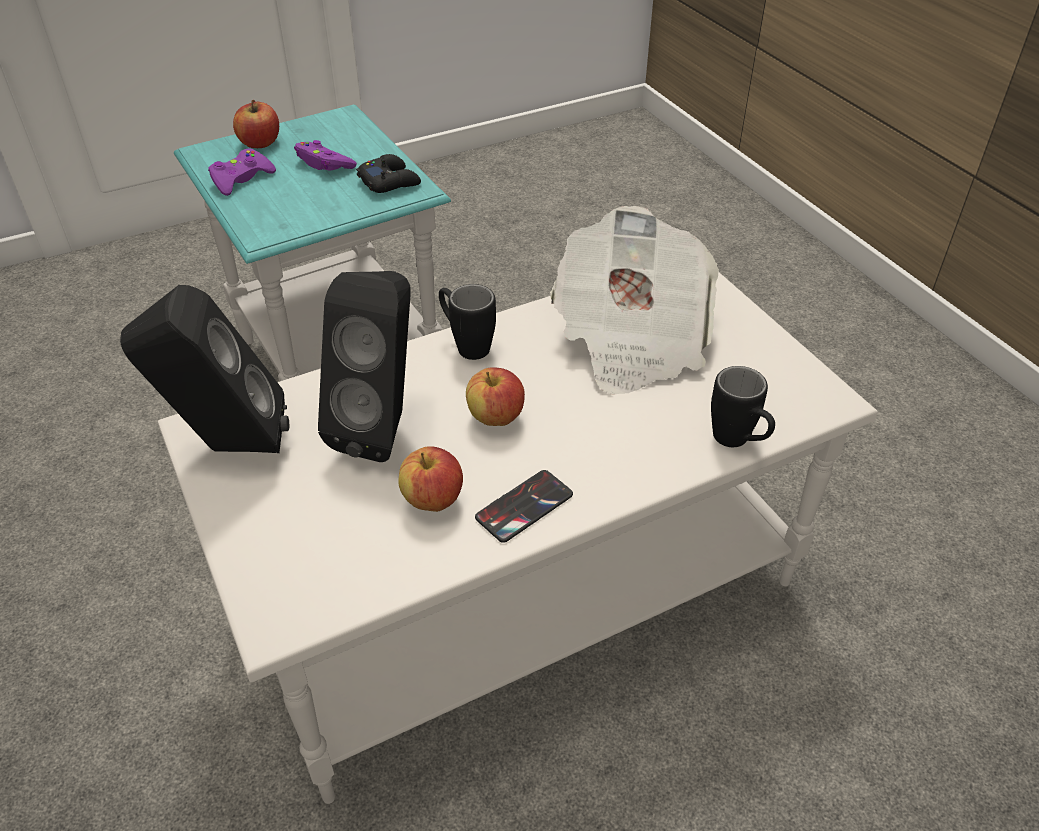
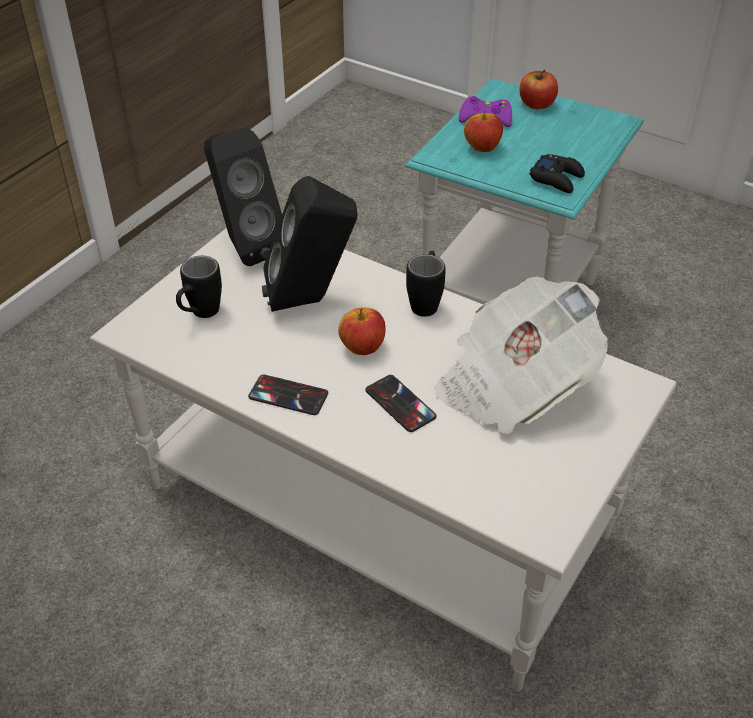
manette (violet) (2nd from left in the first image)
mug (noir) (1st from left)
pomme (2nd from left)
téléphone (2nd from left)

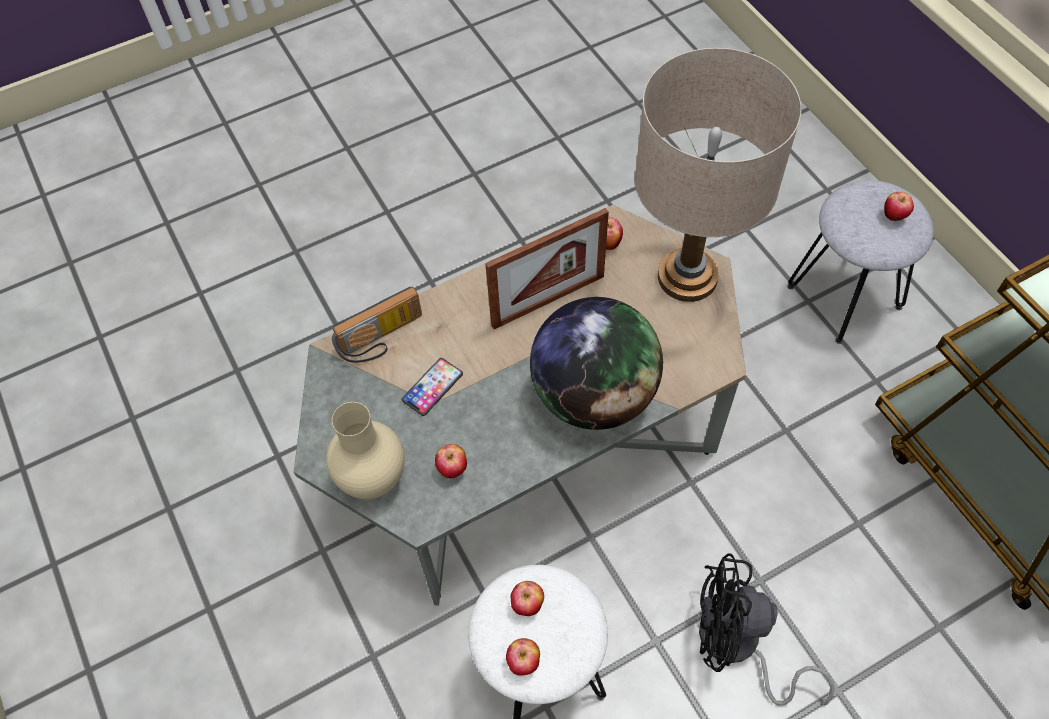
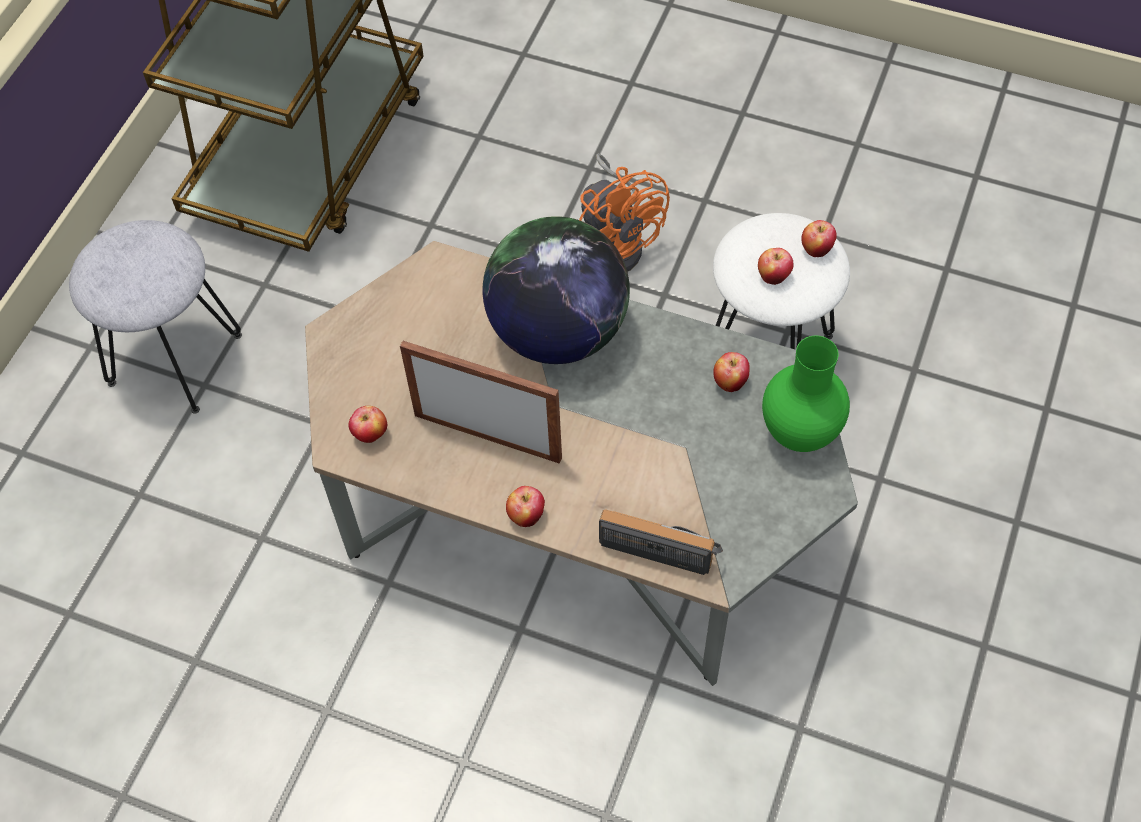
lampe de table (beige)
pomme (2nd from left)
téléphone
vase (vert)
ventilateur (orange)

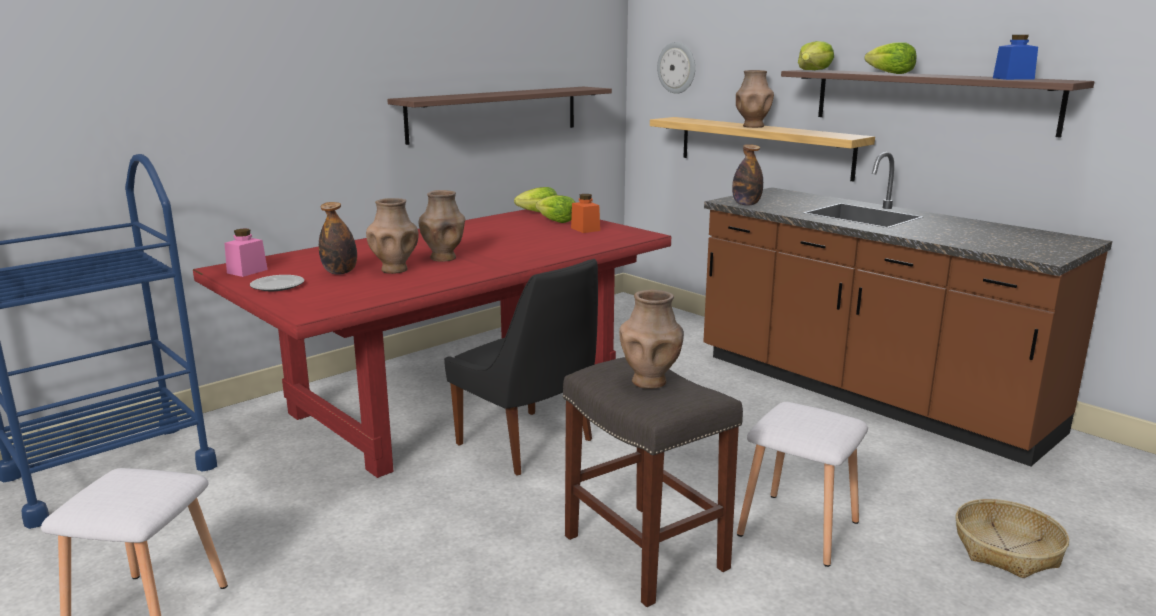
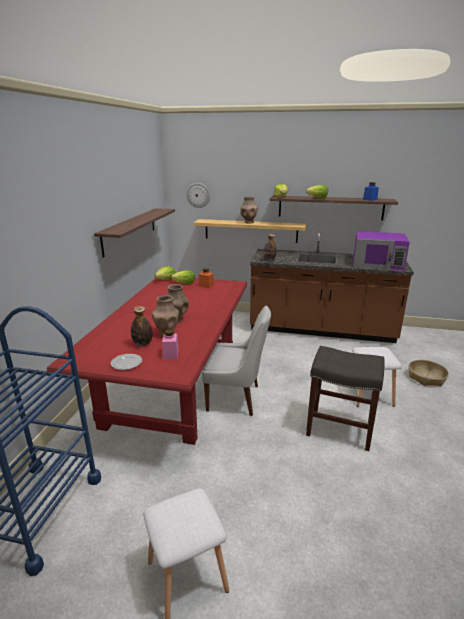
bocal (rose)
chaise (blanc)
vase (marron) (3rd from left in the first image)
micro-ondes (violet)

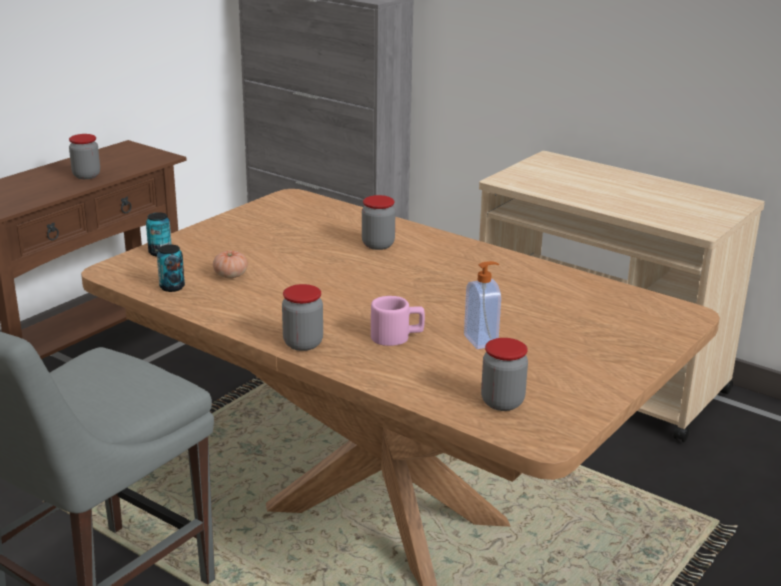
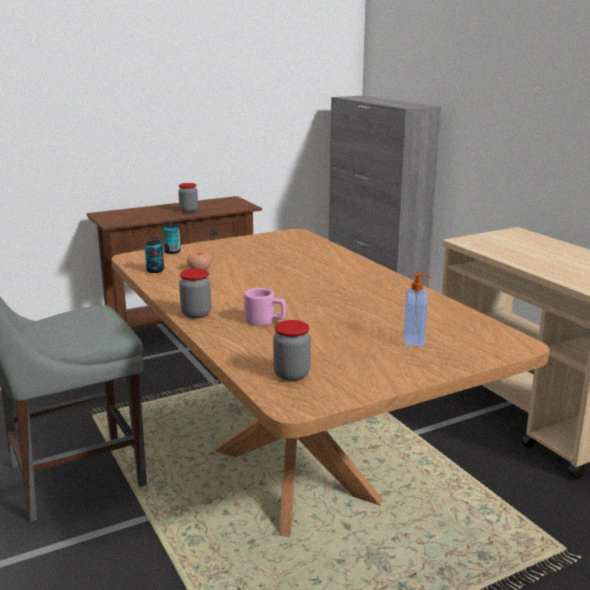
bocal (3rd from left in the first image)
distributeur de savon

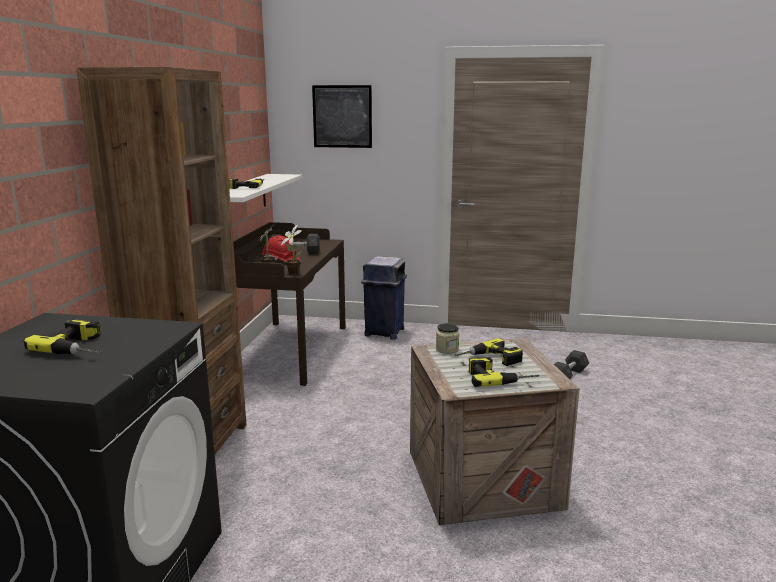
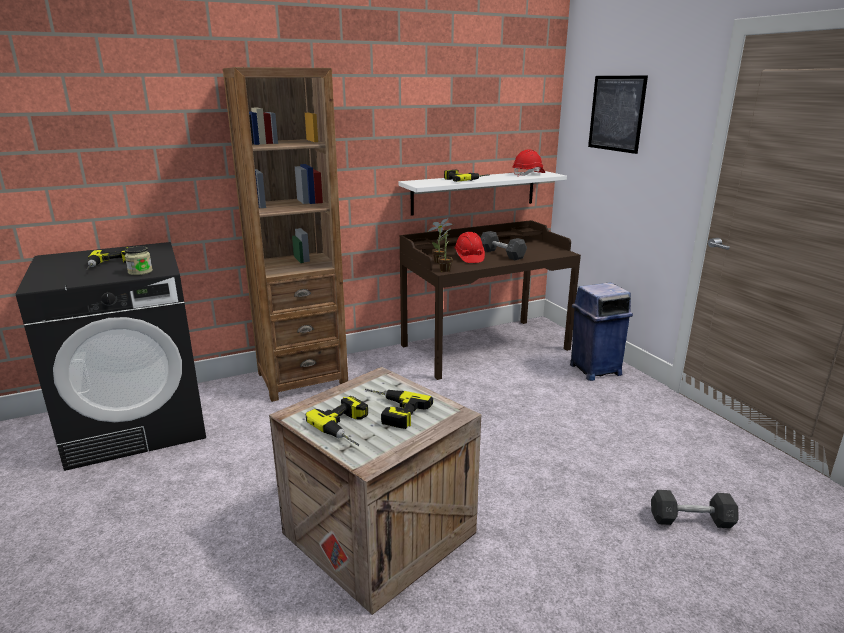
bocal
casque de chantier (rouge) (2nd from left)

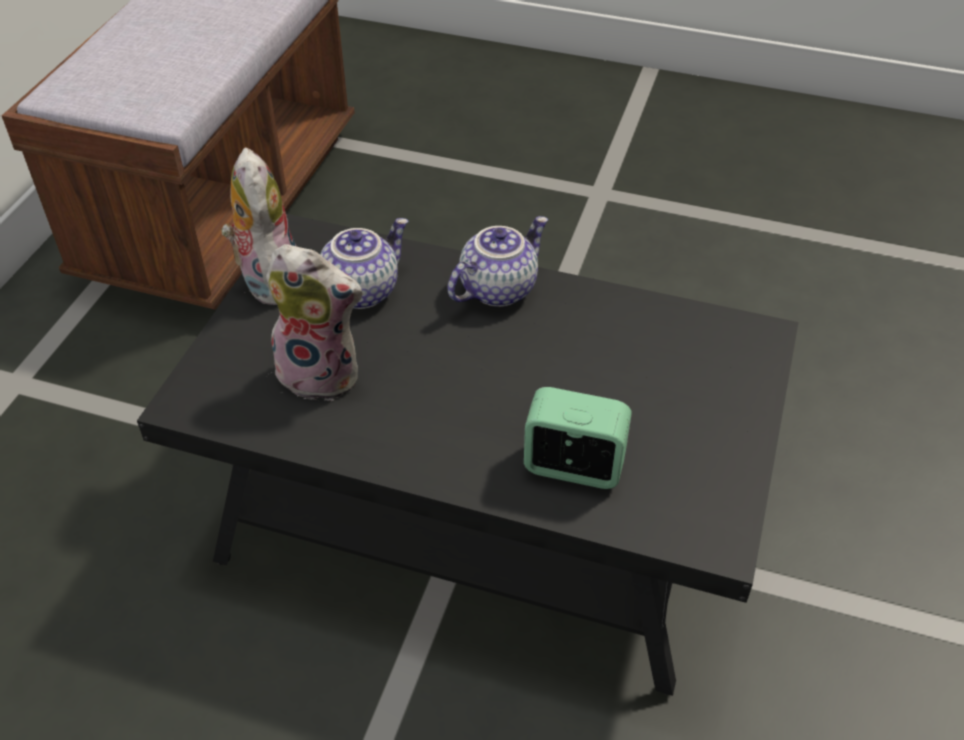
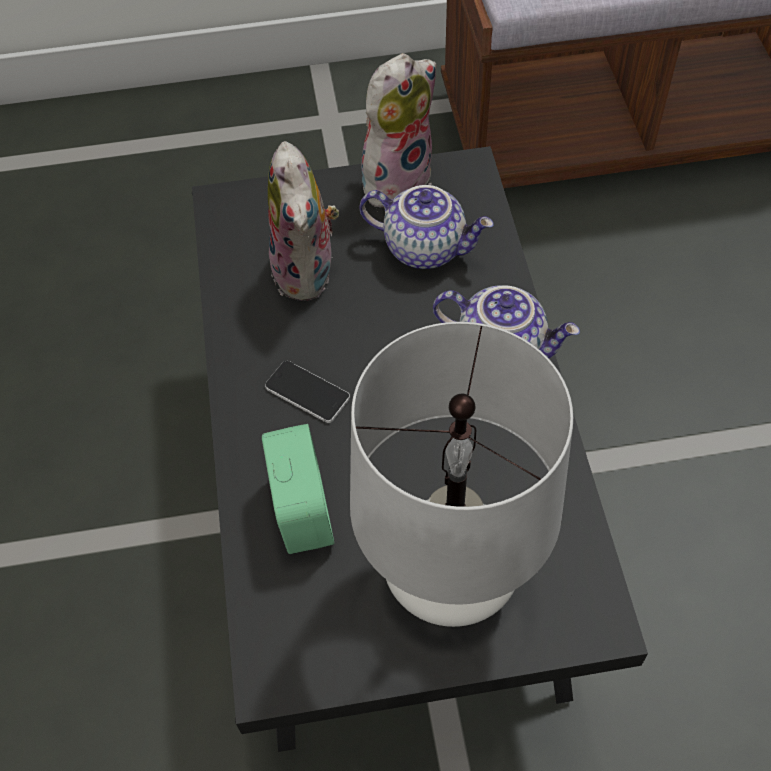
lampe de table (blanc)
téléphone

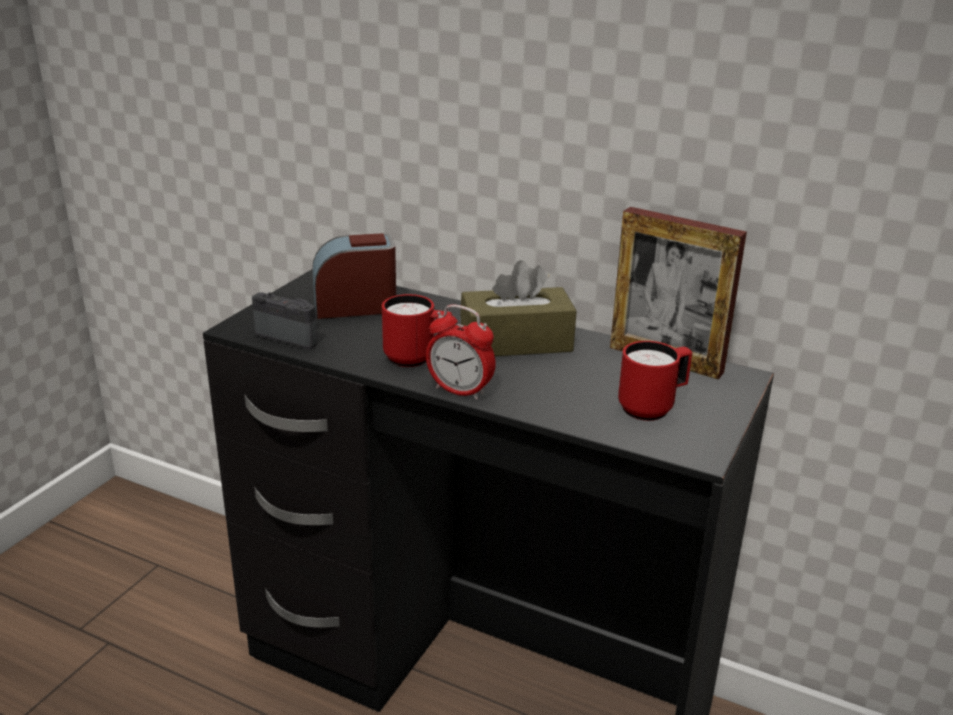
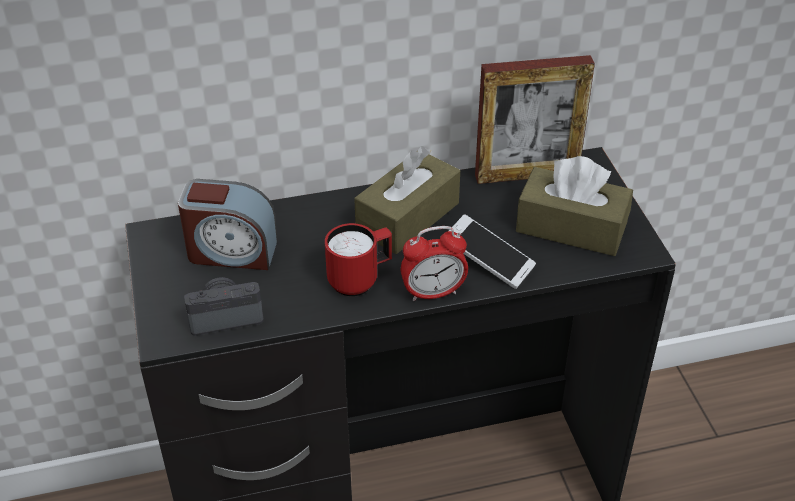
réveil (1st from left)
boîte à mouchoirs (marron) (2nd from left)
téléphone

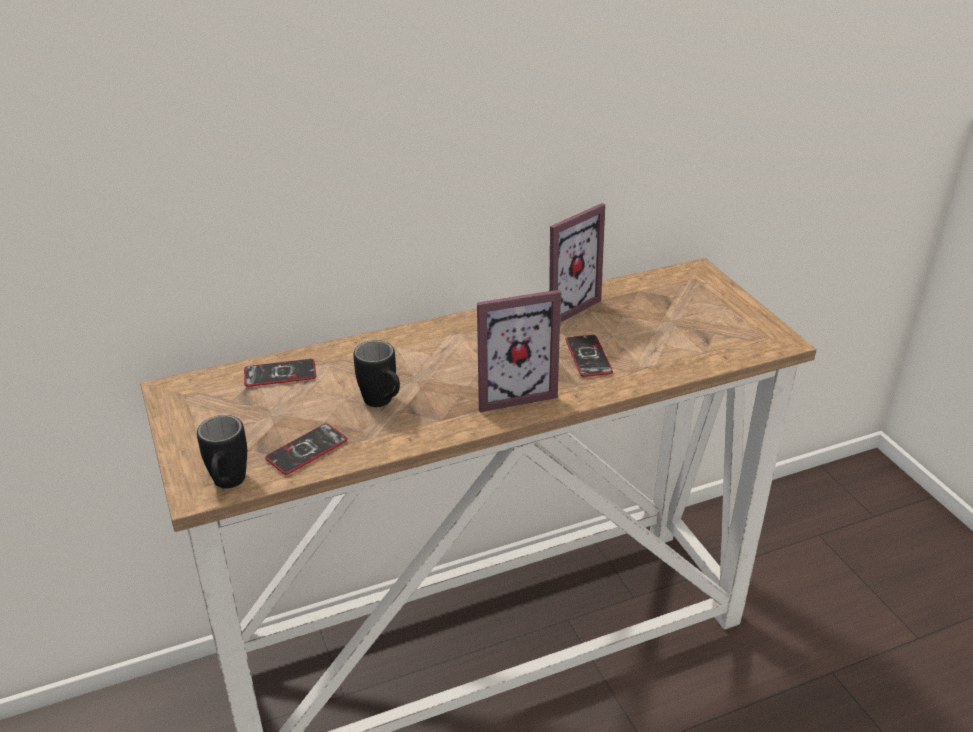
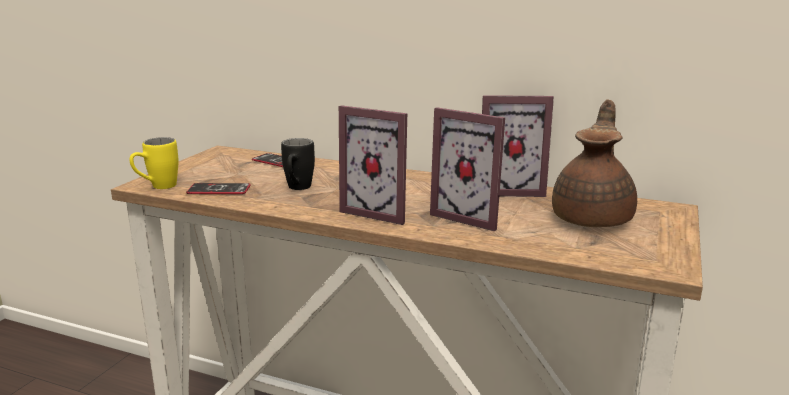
cadre photo (2nd from left)
mug (jaune)
théière (marron)

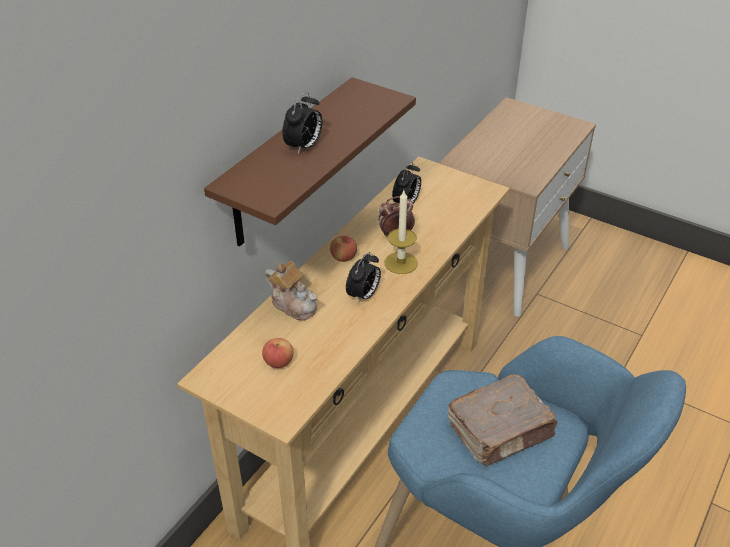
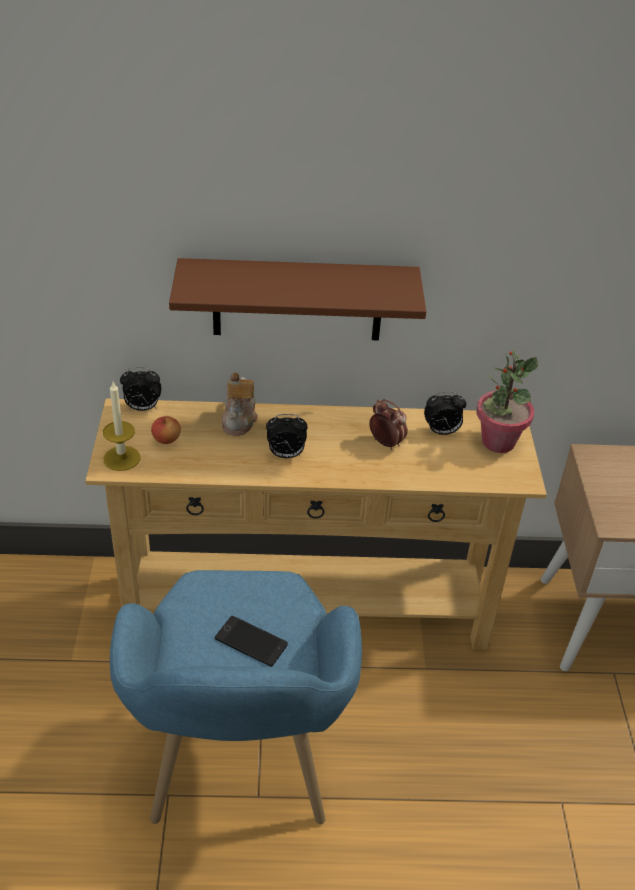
réveil (1st from left)
bougie
pomme (2nd from left in the first image)
téléphone
plante en pot

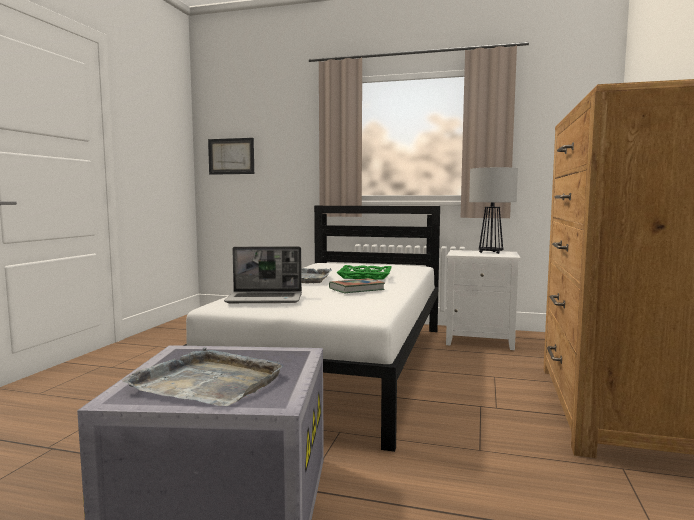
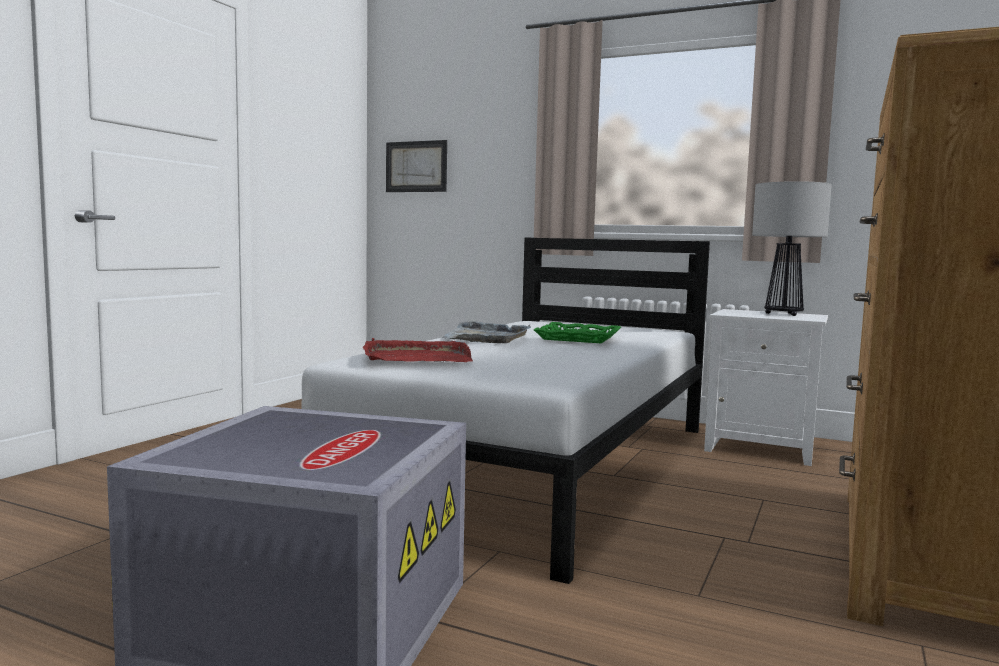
plateau (rouge)
livre
plateau (gris) (1st from left in the first image)

